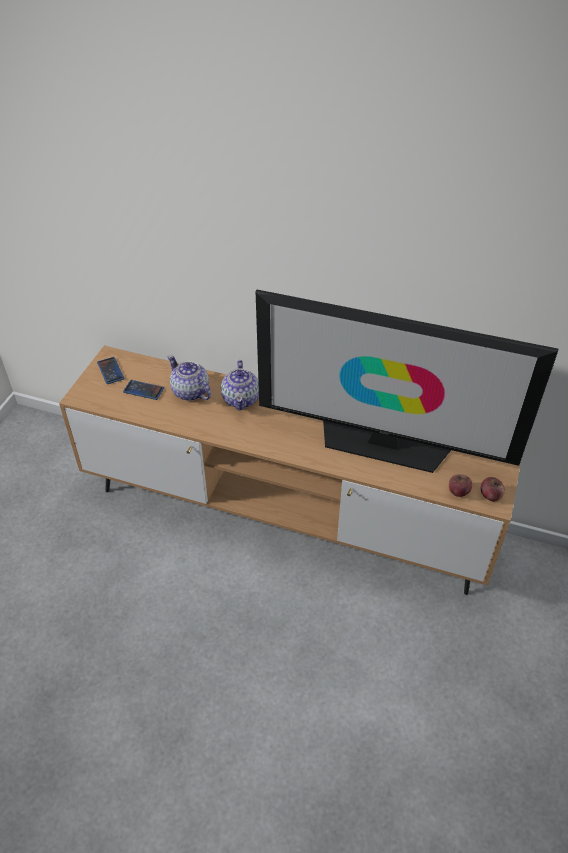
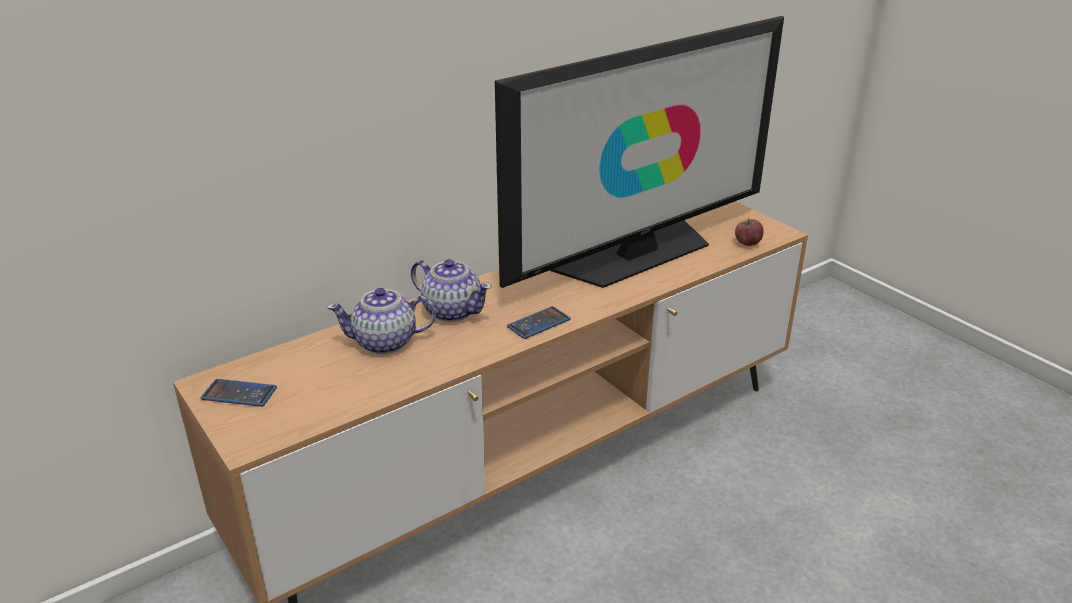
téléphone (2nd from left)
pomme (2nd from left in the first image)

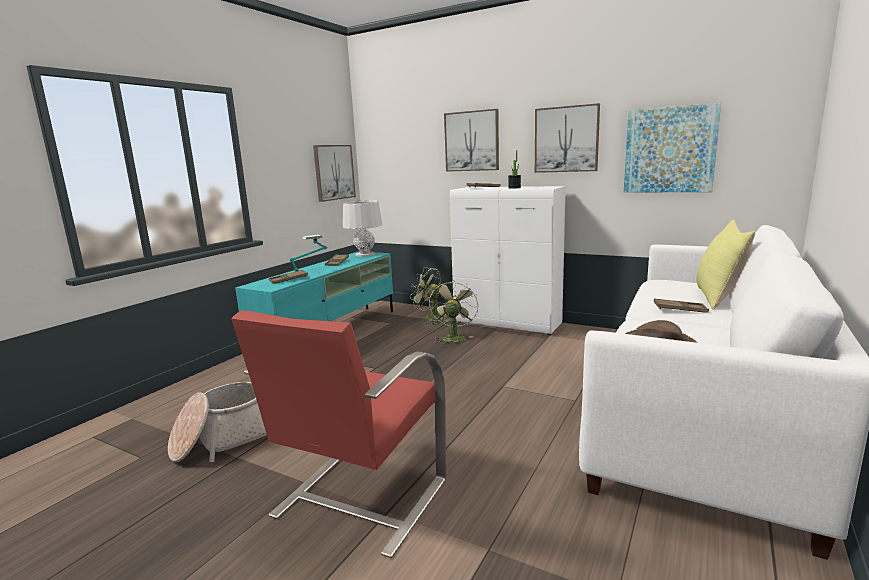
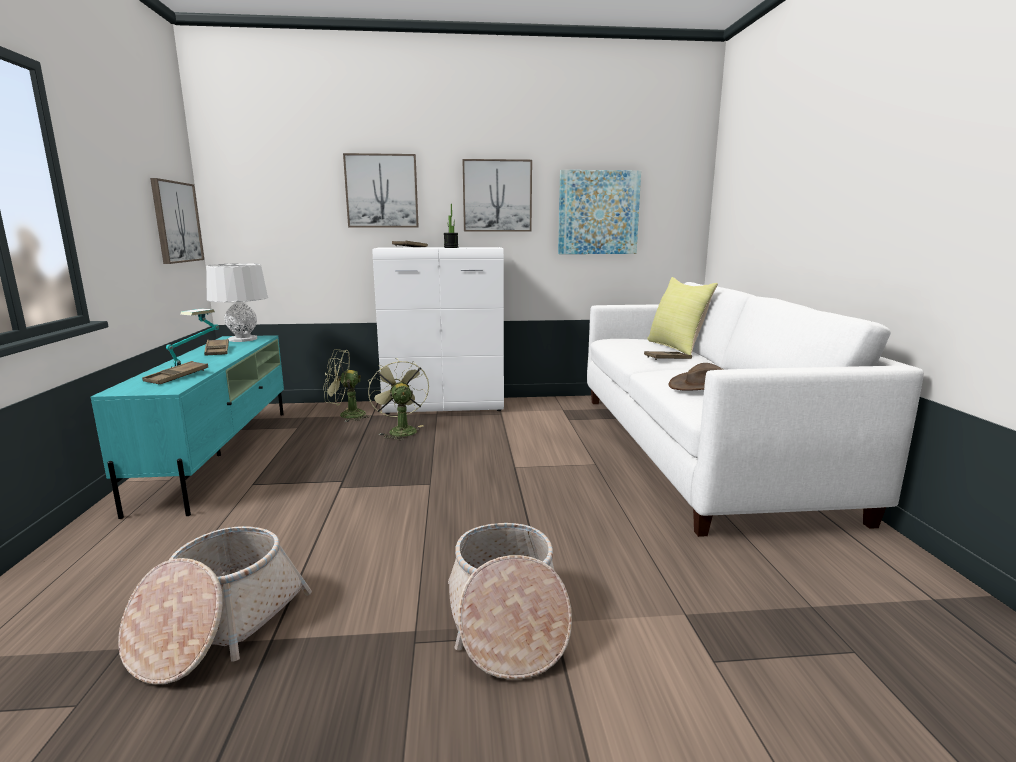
panier (2nd from left)

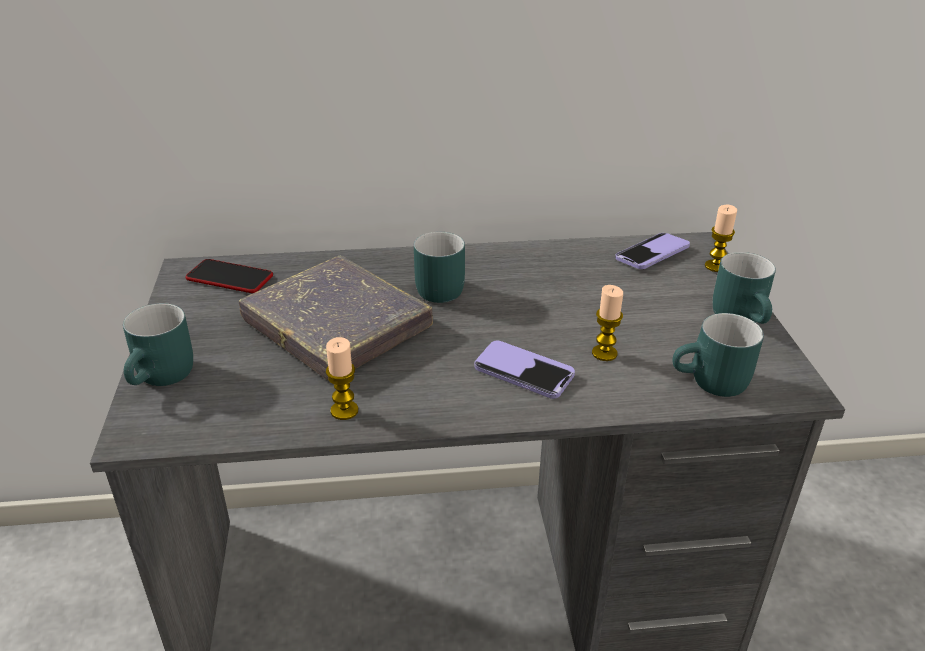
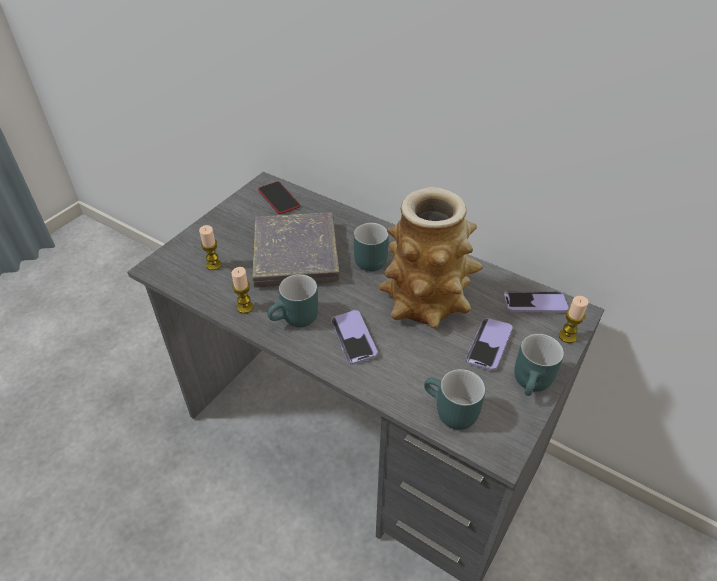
bougie (1st from left)
mug (turquoise) (1st from left)
vase
téléphone (3rd from left)

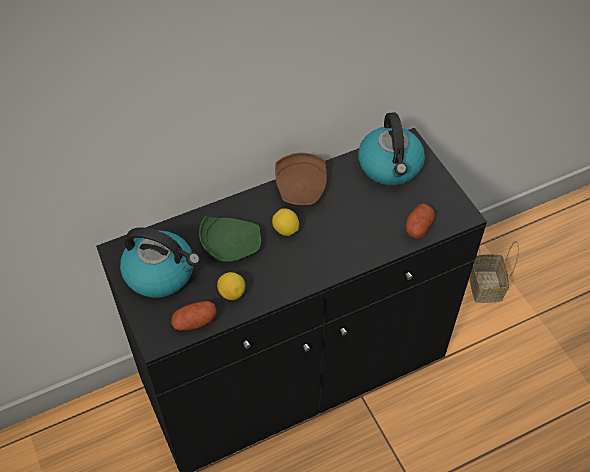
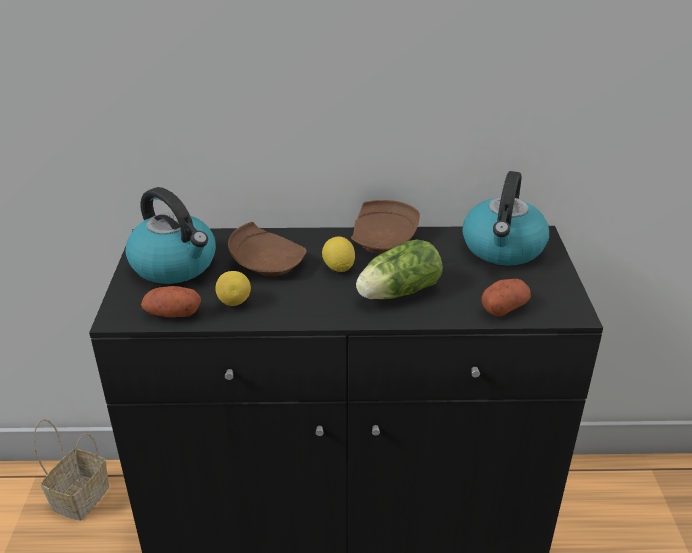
assiette (marron) (1st from left)
panier
laitue

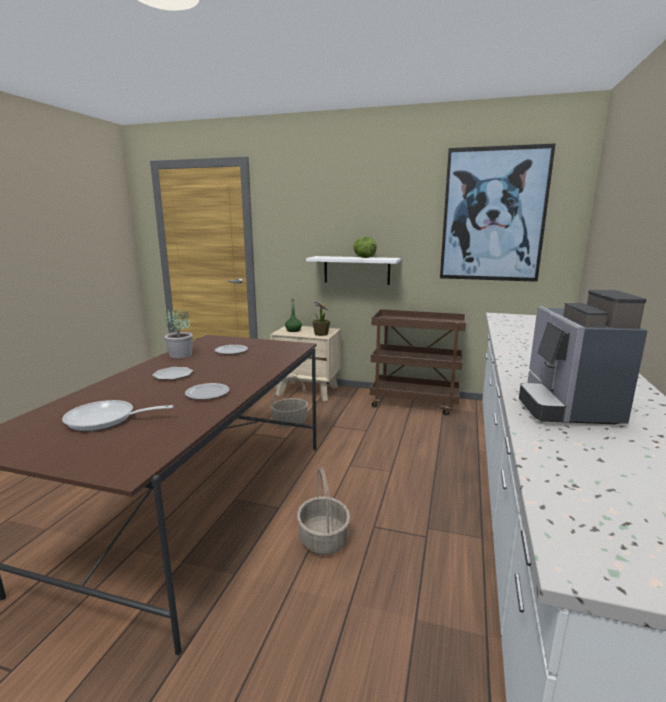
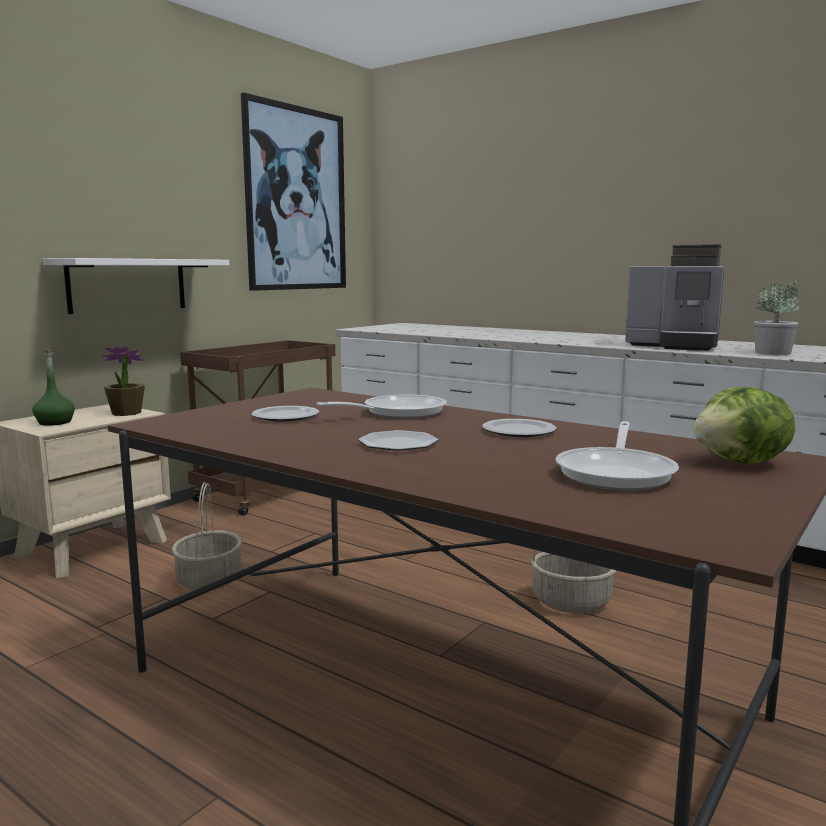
laitue
plante en pot (2nd from left)
poêle (1st from left)

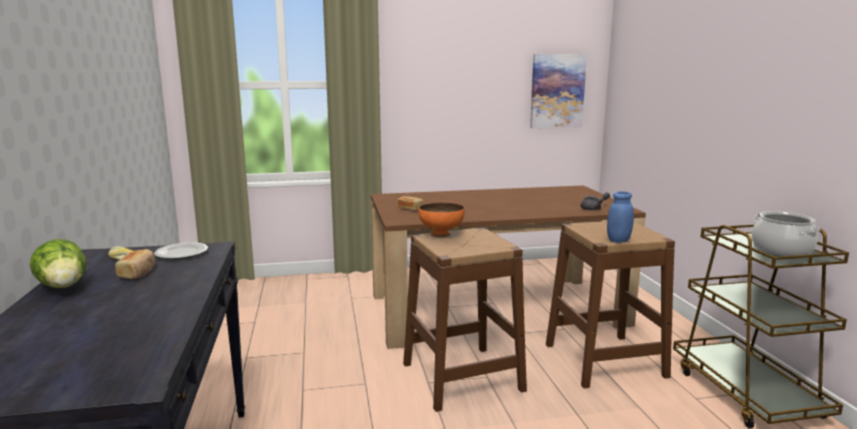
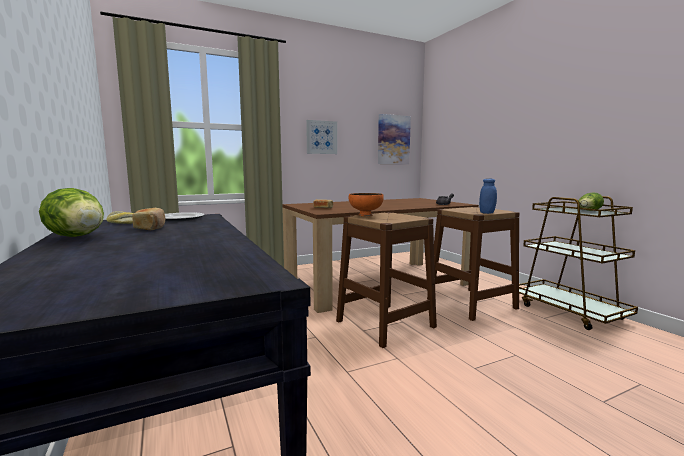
laitue (2nd from left)
tableau (1st from left)

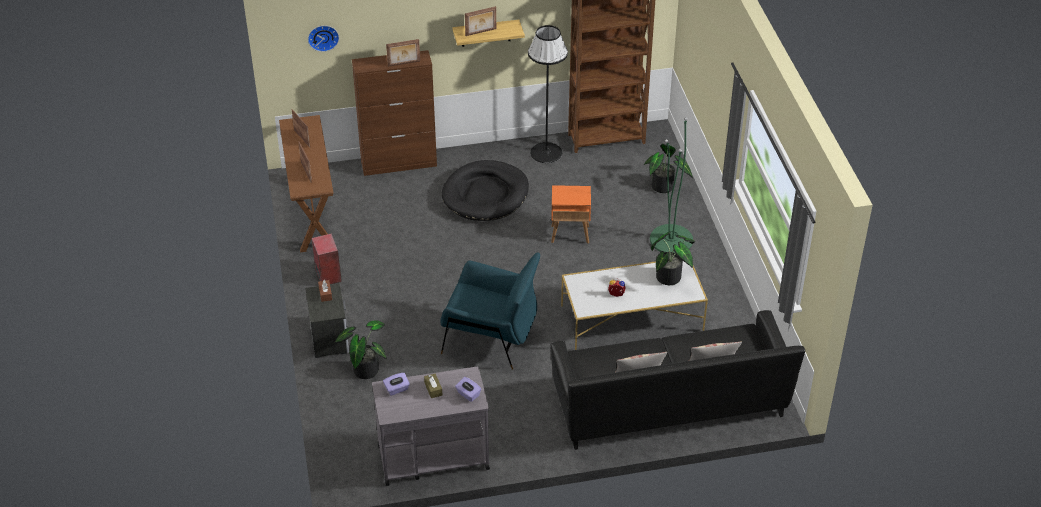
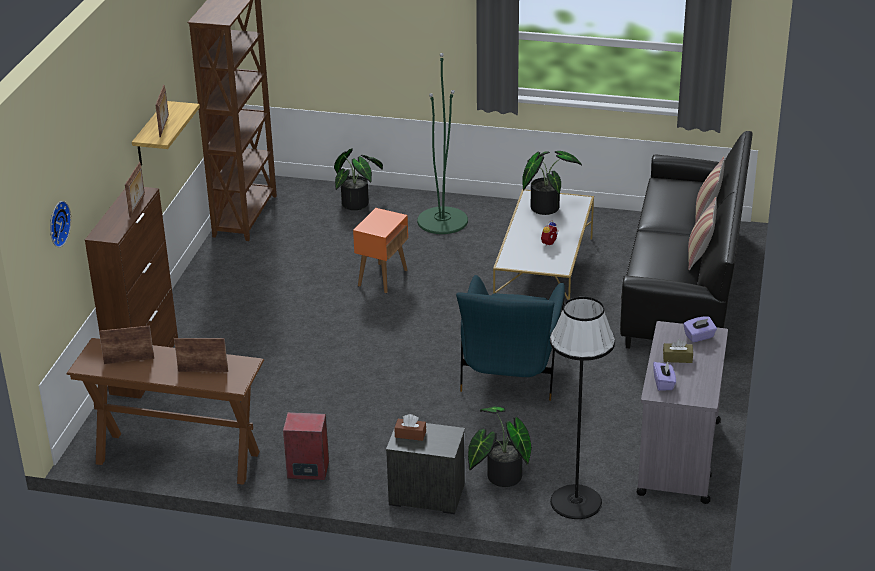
lampadaire (noir)
panier pour chien (noir)
fauteuil (bleu)

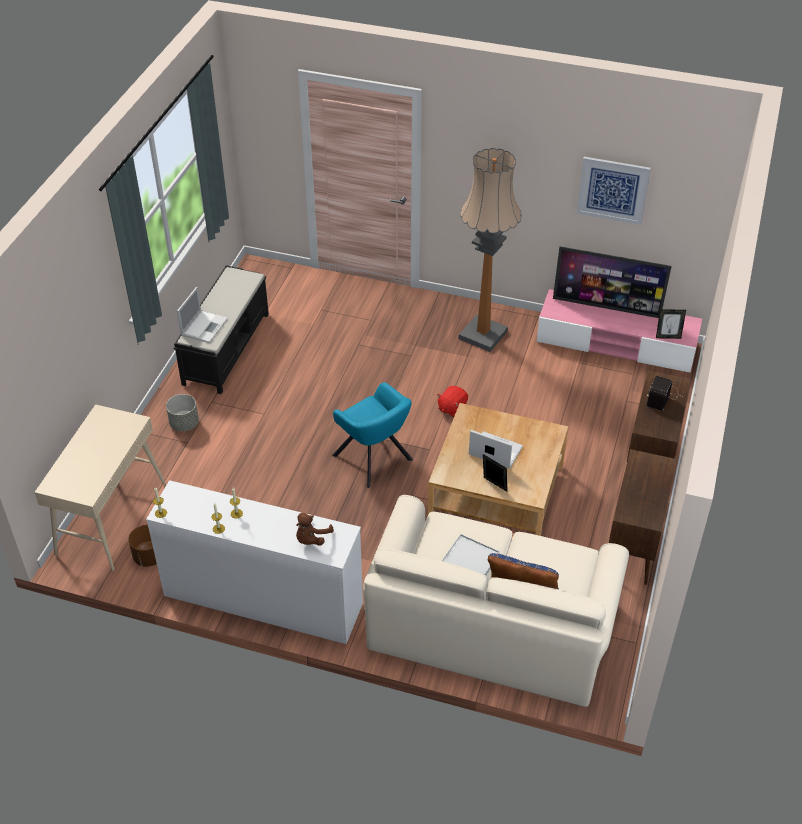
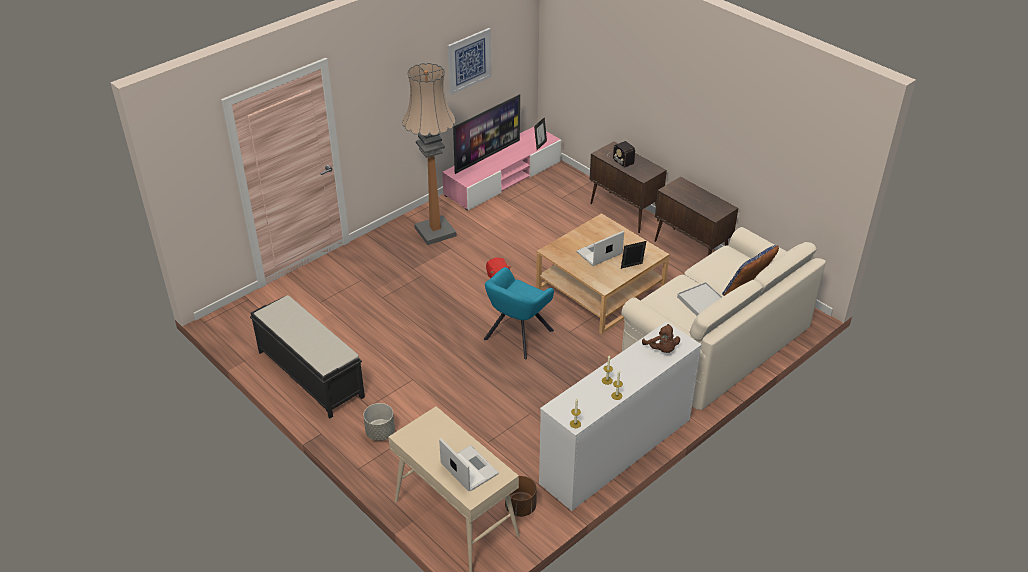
ordinateur portable (1st from left)
fauteuil (turquoise)

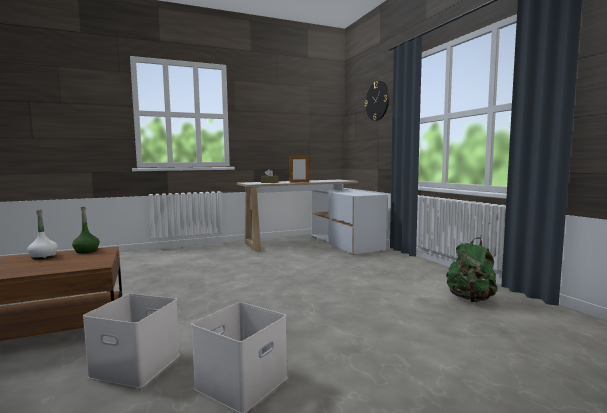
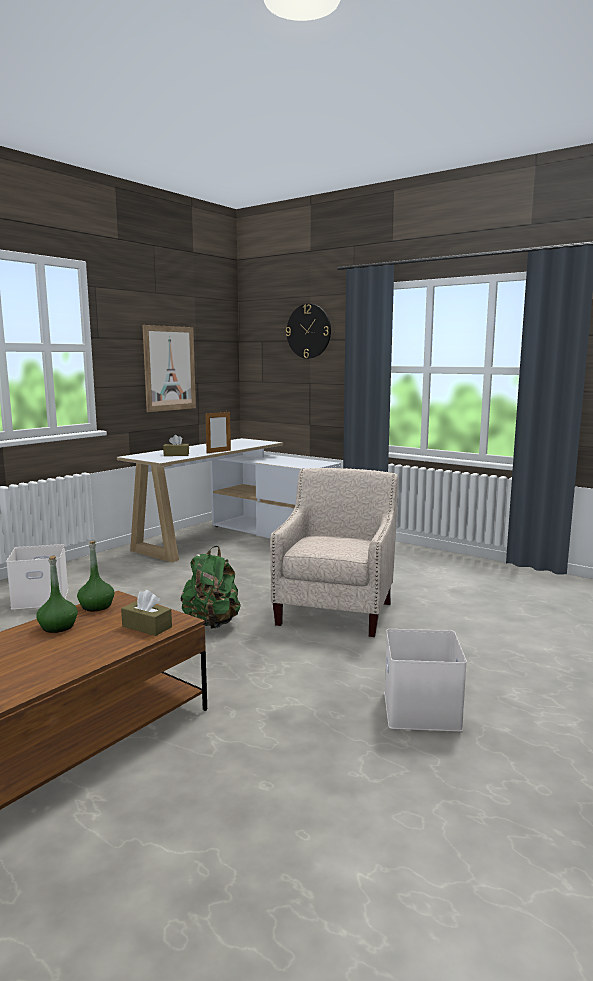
bouteille (vert) (1st from left)
sac à dos (vert)
boîte de rangement (blanc) (1st from left)
tableau
fauteuil (beige)
boîte à mouchoirs (marron) (1st from left)

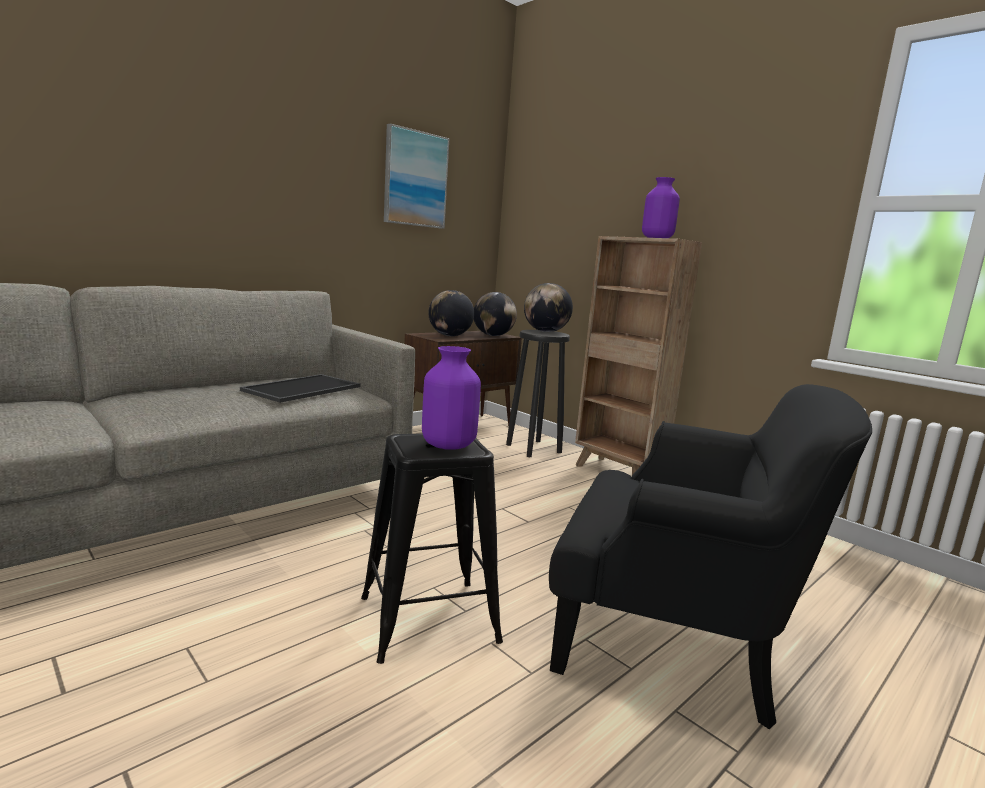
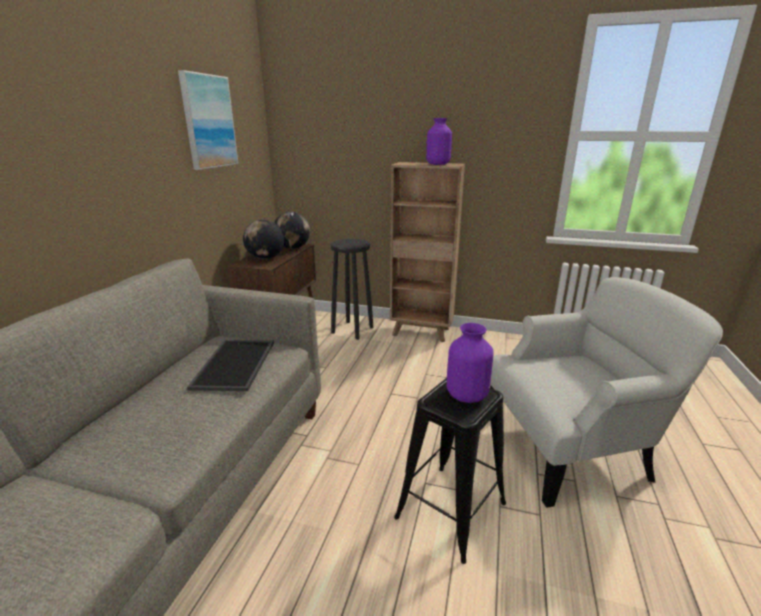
globe (3rd from left in the first image)
fauteuil (blanc)

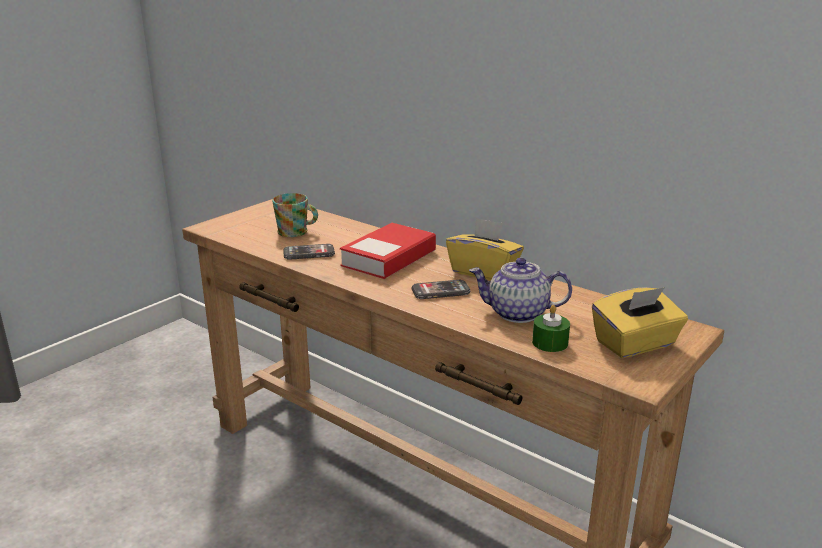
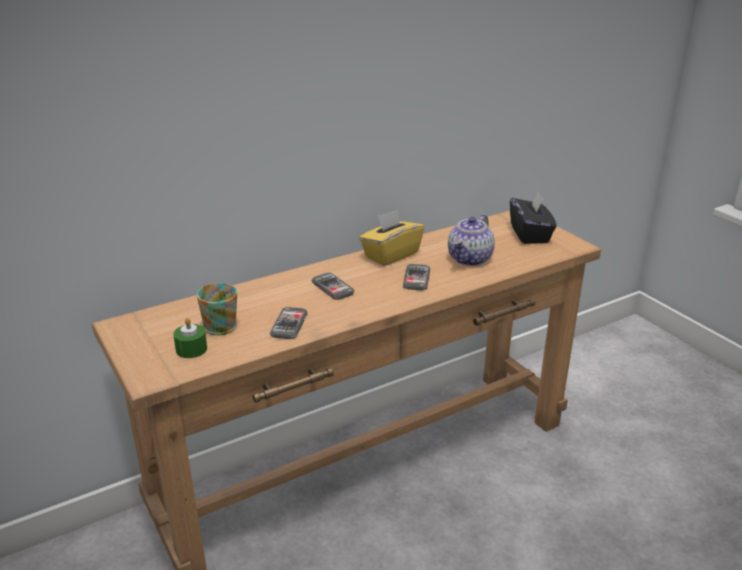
téléphone (2nd from left)
boîte à mouchoirs (noir)
bougie (vert)

